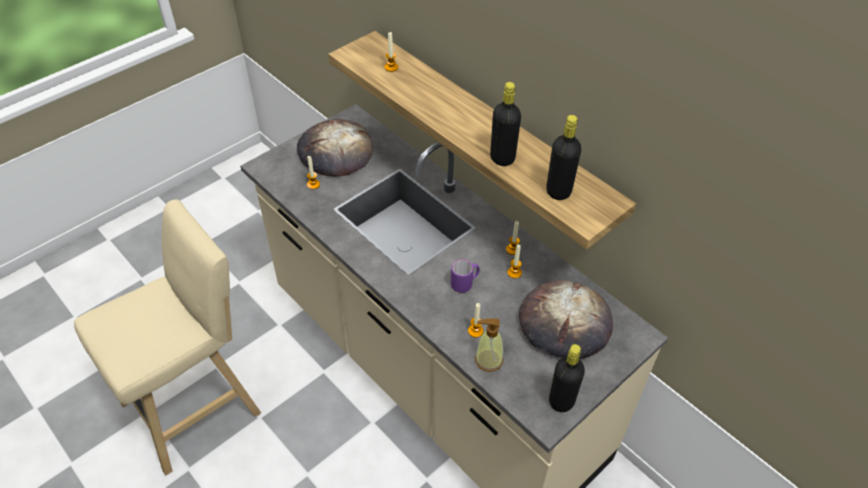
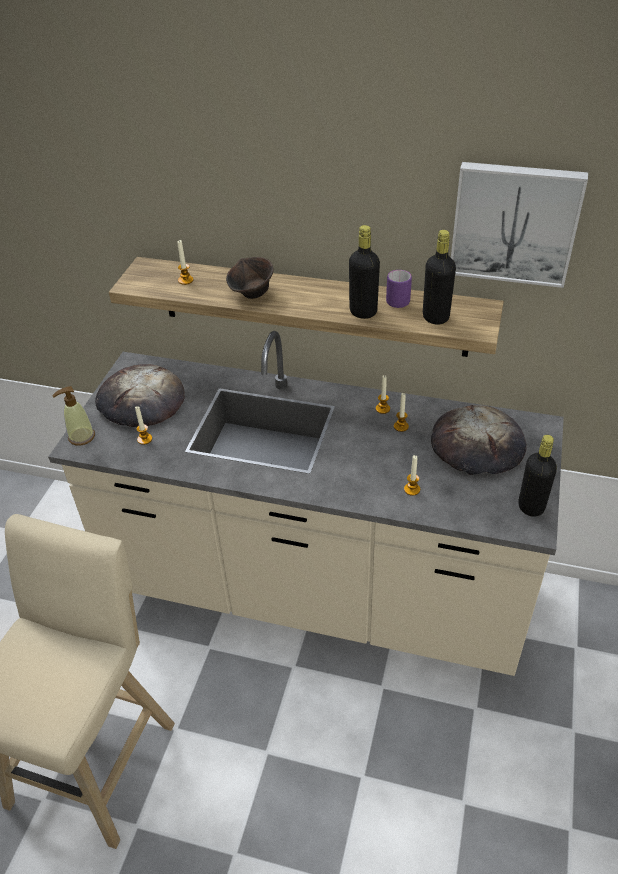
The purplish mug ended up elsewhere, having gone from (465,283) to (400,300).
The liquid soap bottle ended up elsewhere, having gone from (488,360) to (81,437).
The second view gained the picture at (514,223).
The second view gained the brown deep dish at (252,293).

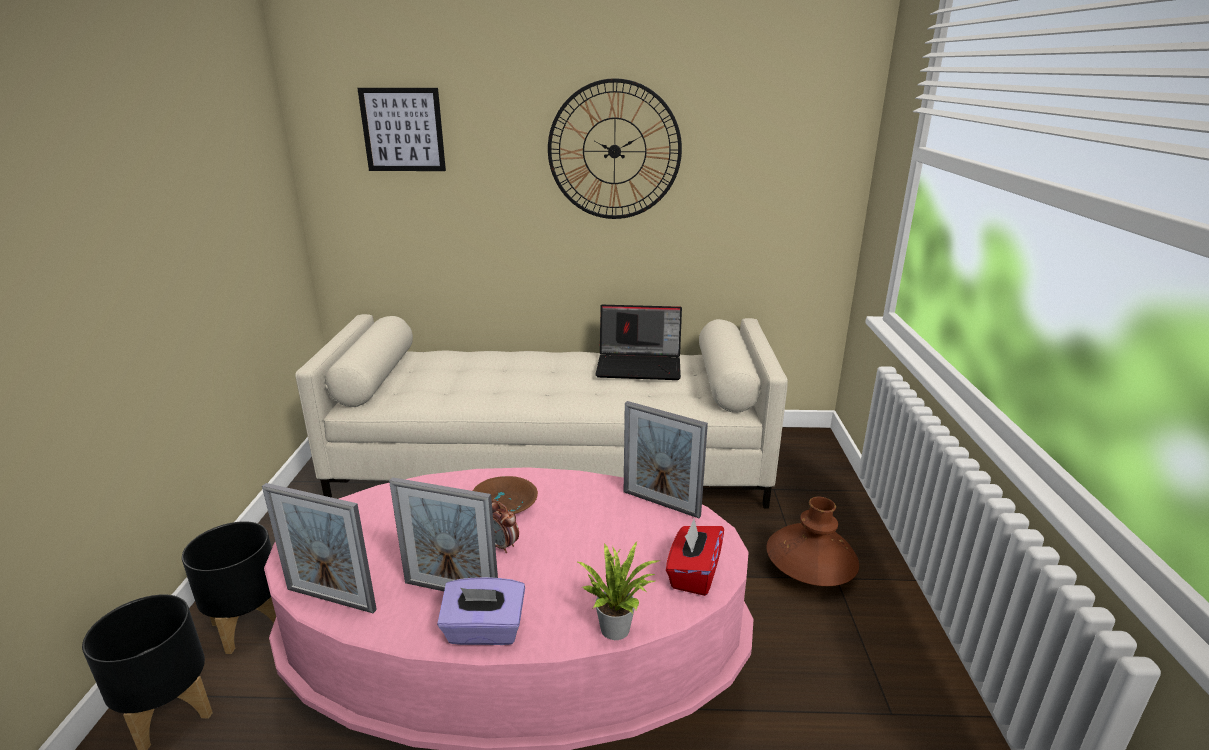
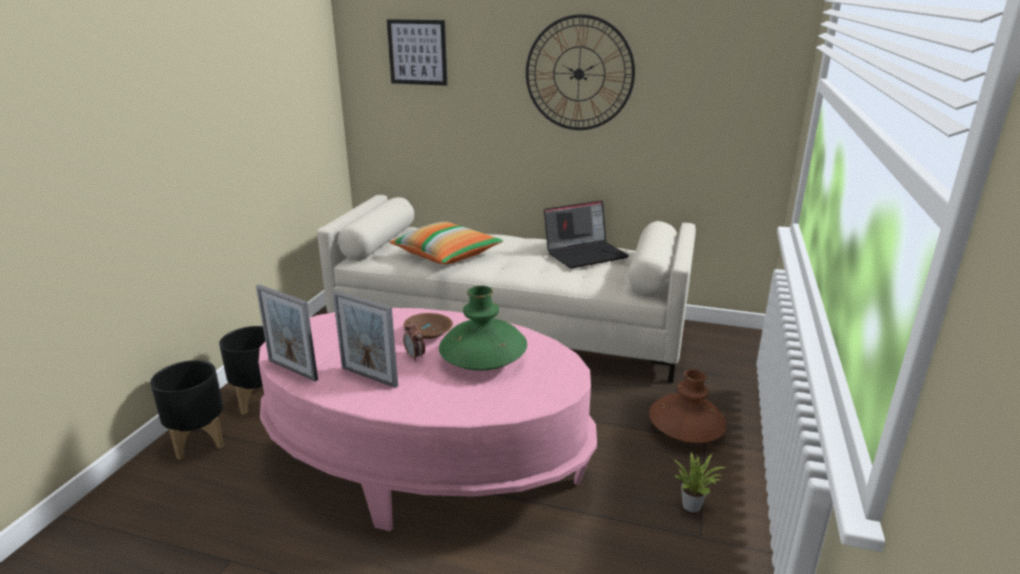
The portable computer at (640,365) ended up facing another way, 45 degrees counterclockwise from before.
The second view lost the standing frame at (661,503).
The second view lost the red-coloured box of tissues at (693,574).
The plant in a pot ended up elsewhere, having gone from (618,627) to (693,504).
The second view lost the purplish box of tissues at (484,631).
The second view gained the throw pillow at (447,255).
The second view gained the green decorative vase at (483,360).

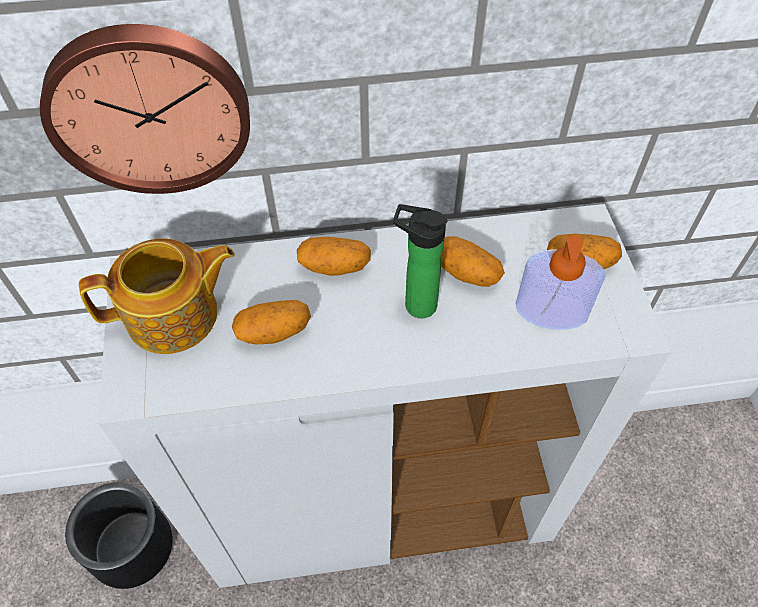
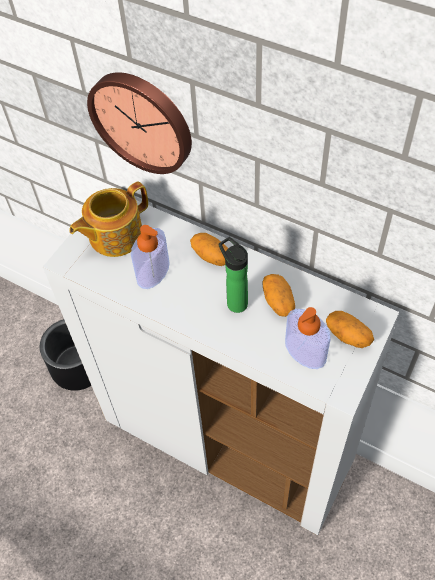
The tea pot at (175,315) ended up facing another way, 120 degrees clockwise from before.
Where the spud stood at (274,331), the liquid soap bottle came to stand at (153,272).

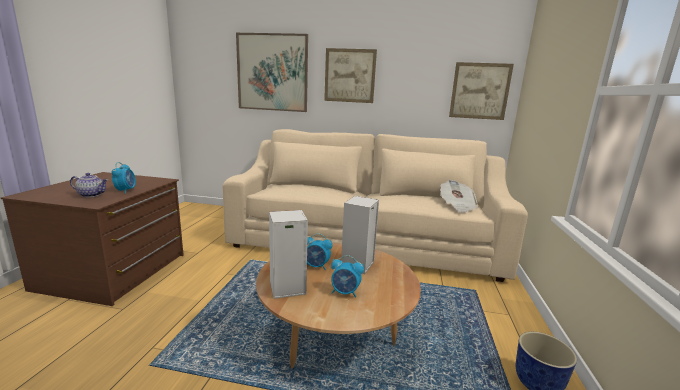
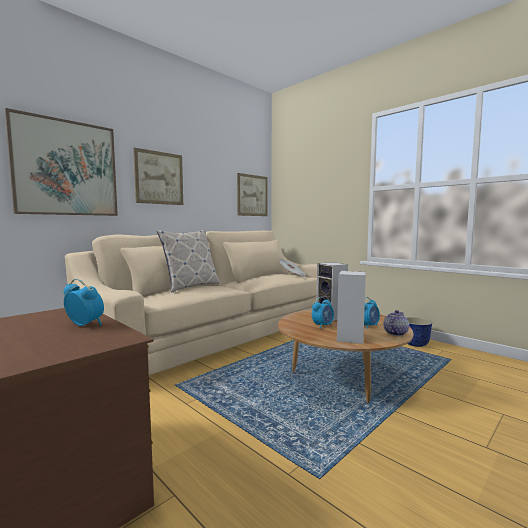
The tea pot ended up elsewhere, having gone from (92,195) to (395,333).
The second view gained the throw pillow at (190,286).

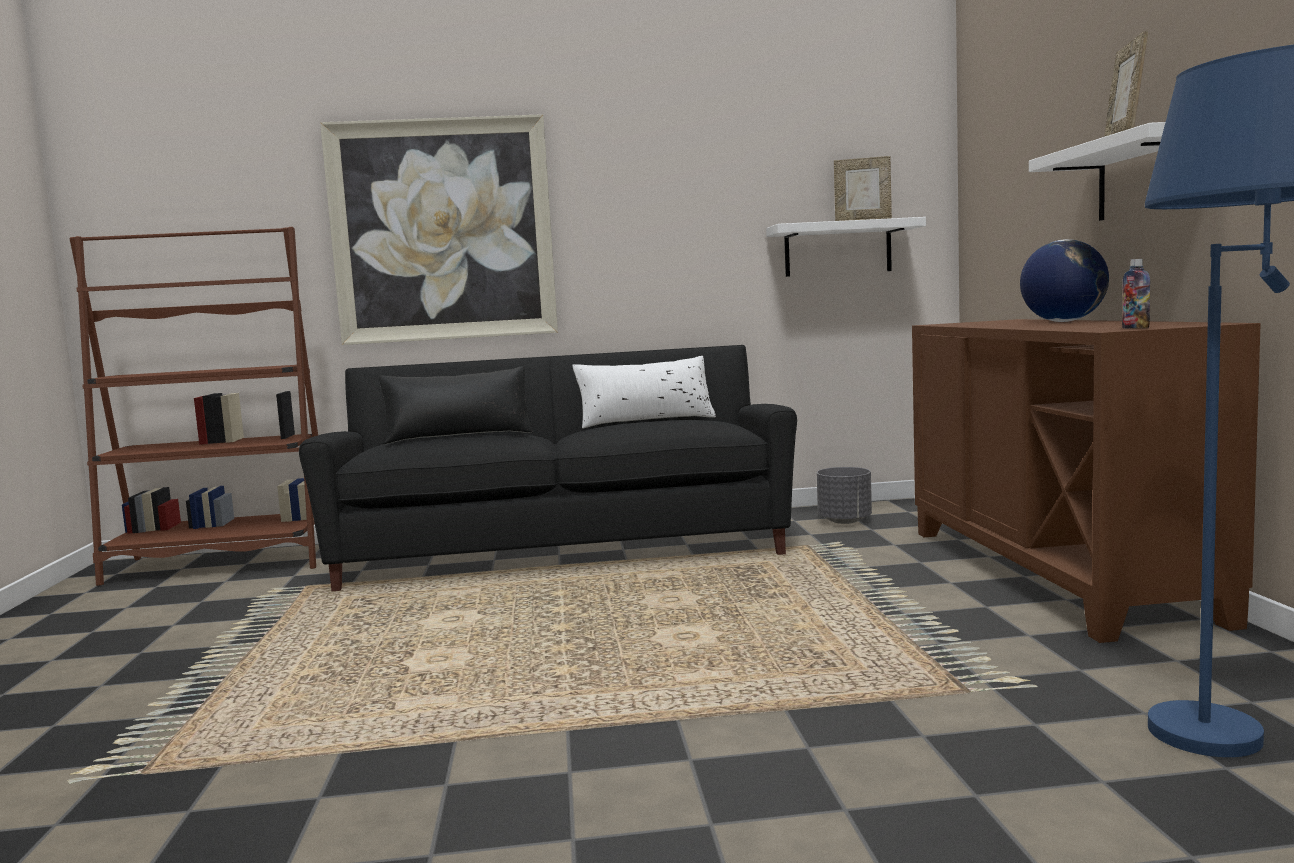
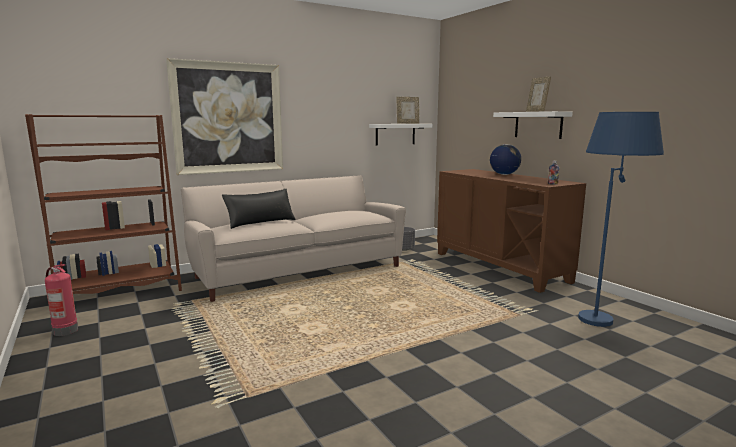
What was the black couch at (562,549) turned into the beige-coloured couch at (298,270).
The second view lost the white-coloured throw pillow at (646,421).
The second view gained the fire extinguisher at (64,331).

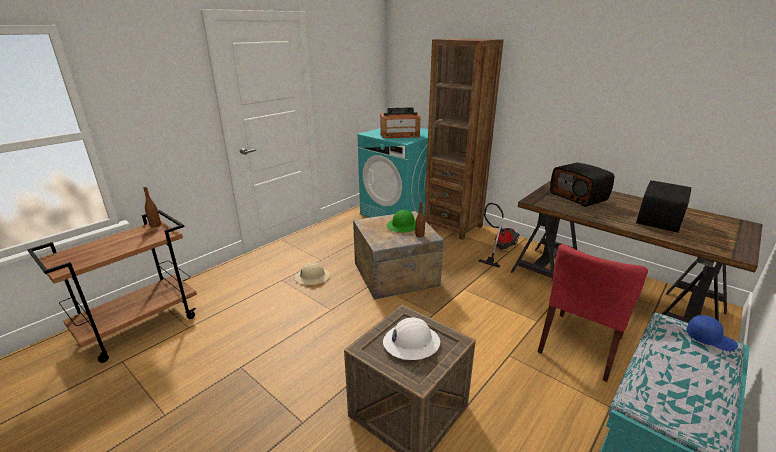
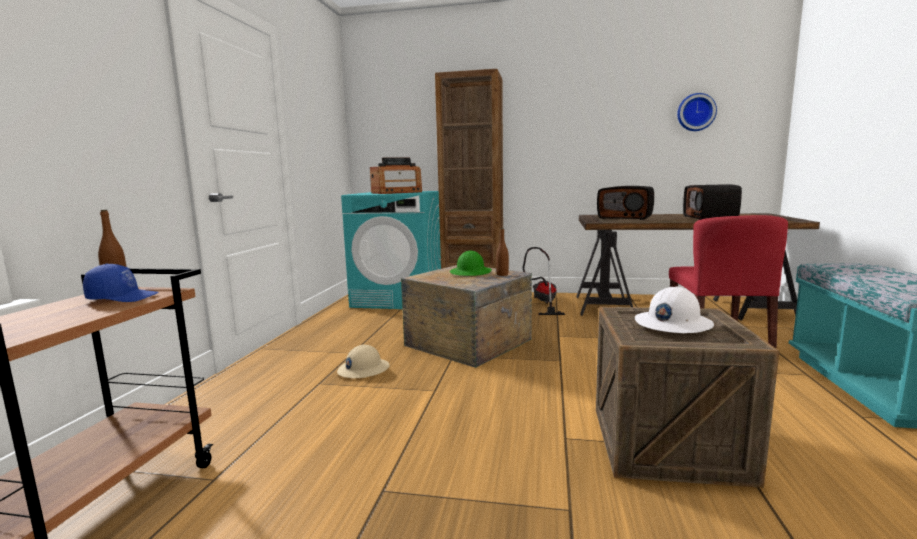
The blue-coloured baseball cap ended up elsewhere, having gone from (709,339) to (123,297).
The second view gained the clock on the wall at (695,112).

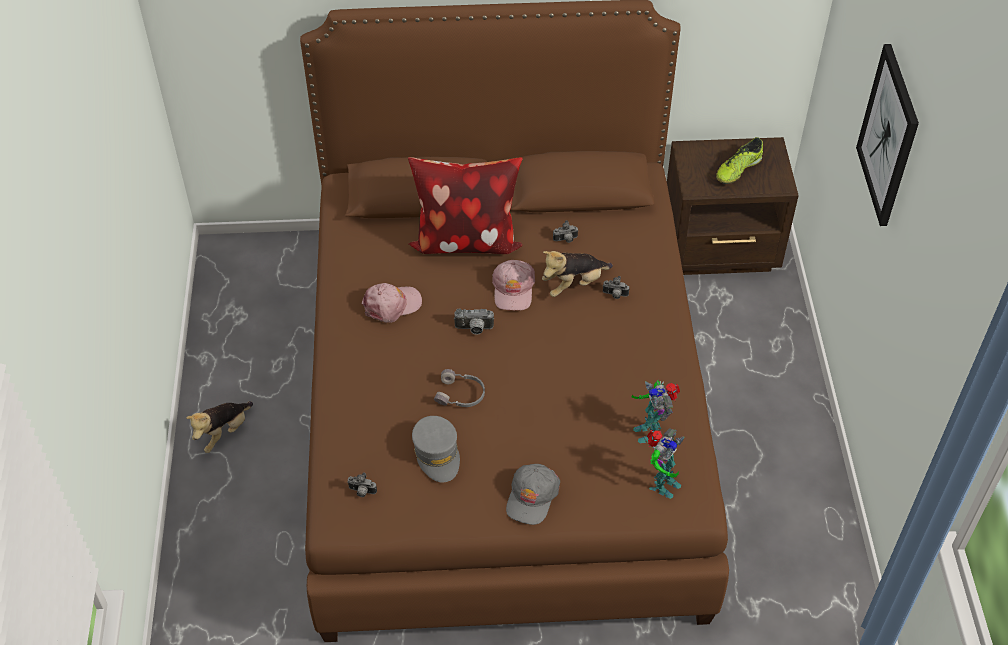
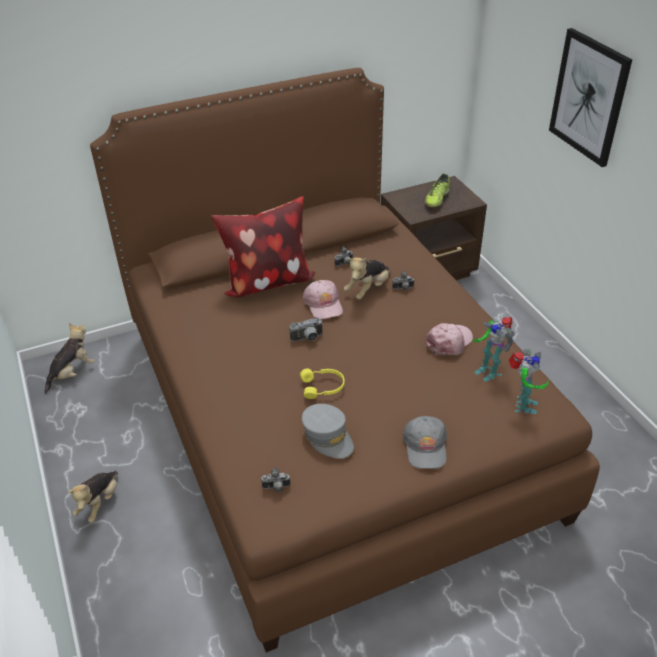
The pink-coloured baseball cap ended up elsewhere, having gone from (392,305) to (449,342).
What was the gray pair of headphones at (460,395) turned into the yellowish pair of headphones at (323,387).
The second view gained the cuddly toy at (72,373).

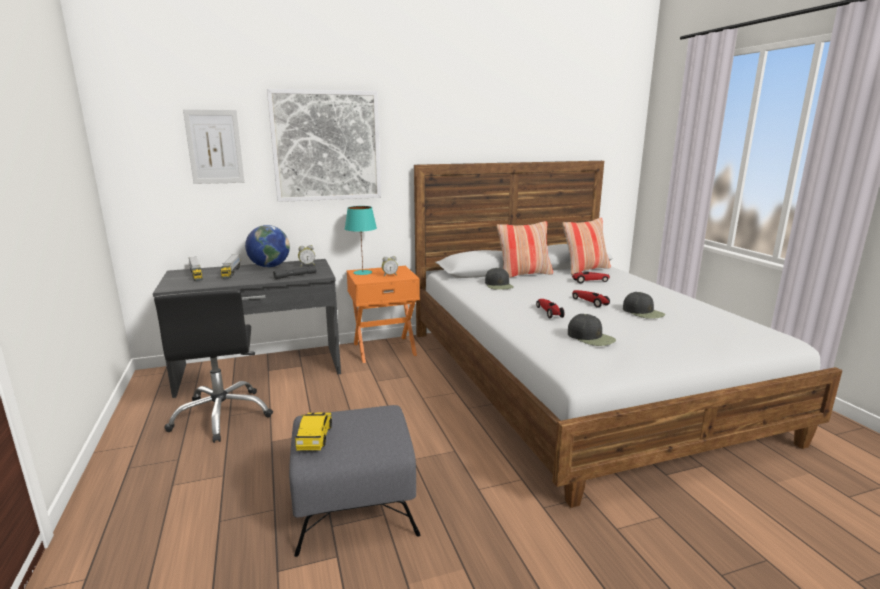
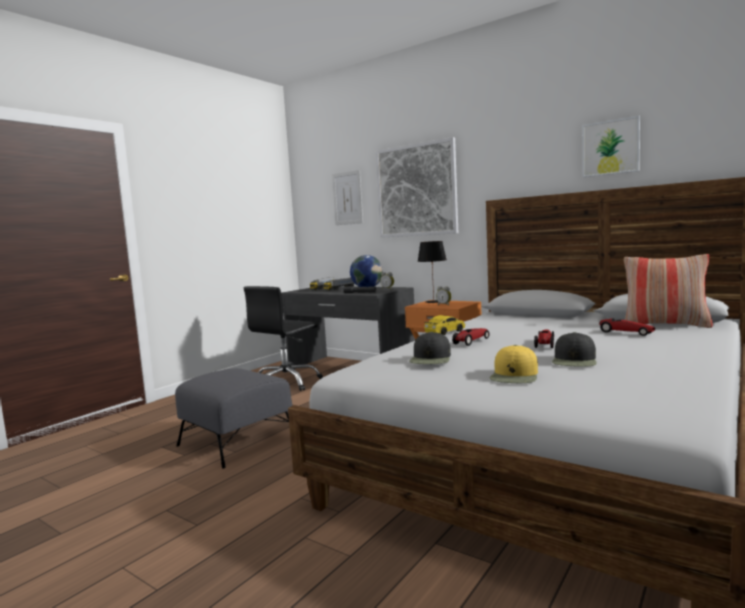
What was the turquoise-coloured table lamp at (363,272) turned into the black table lamp at (433,302).
The second view lost the throw pillow at (524,274).
The second view lost the black baseball cap at (499,285).
The model car ended up elsewhere, having gone from (315,437) to (445,332).
The second view gained the picture at (610,147).
The second view gained the yellowish baseball cap at (514,376).

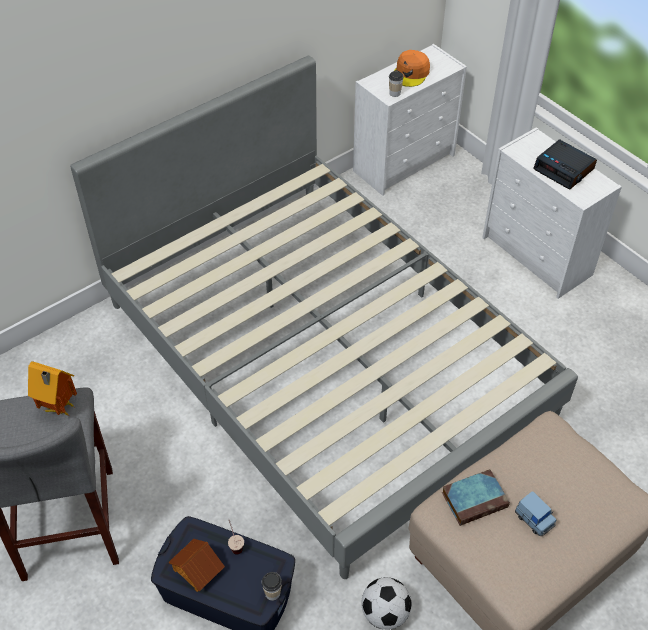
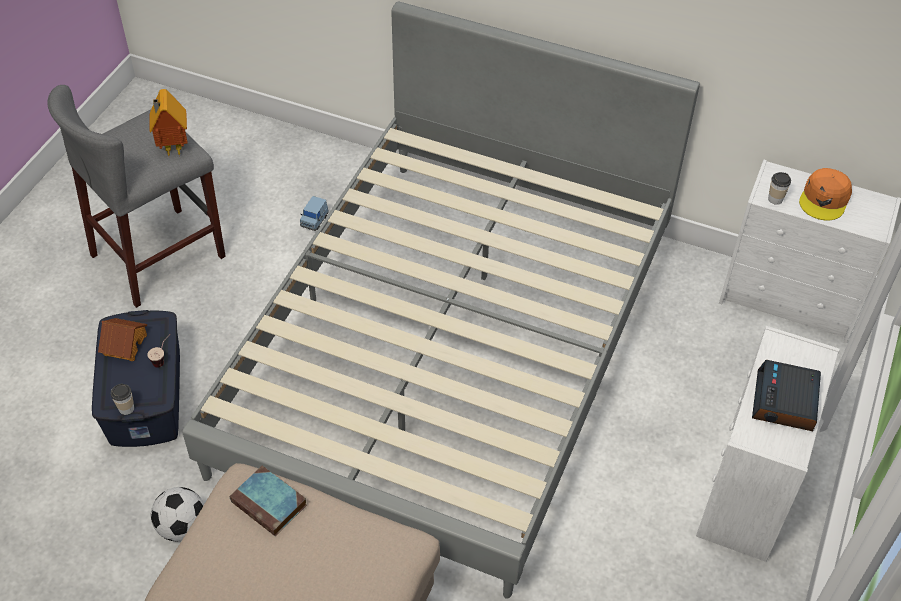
The orange-coloured baseball cap at (411,73) ended up facing another way, 60 degrees counterclockwise from before.
The blue-coloured model car ended up elsewhere, having gone from (534,519) to (314,220).

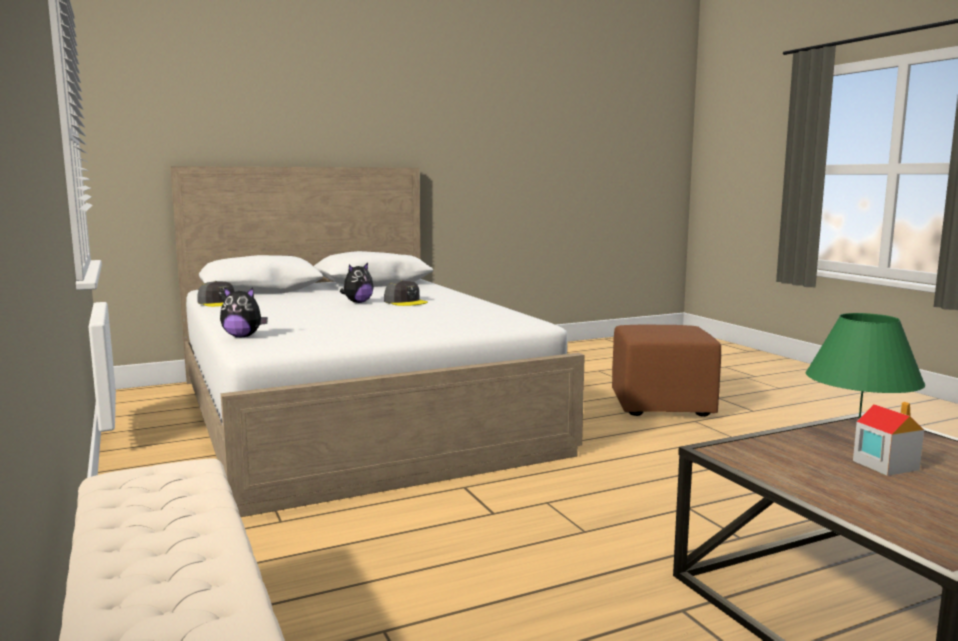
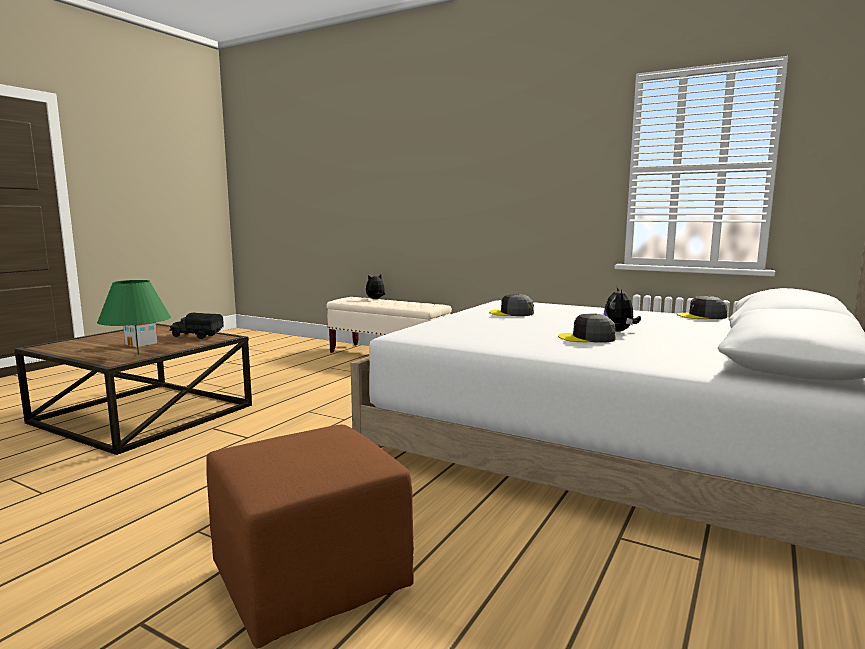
The cuddly toy ended up elsewhere, having gone from (243,336) to (375,299).
The second view gained the gray baseball cap at (512,313).
The second view gained the toy lorry at (196,336).

